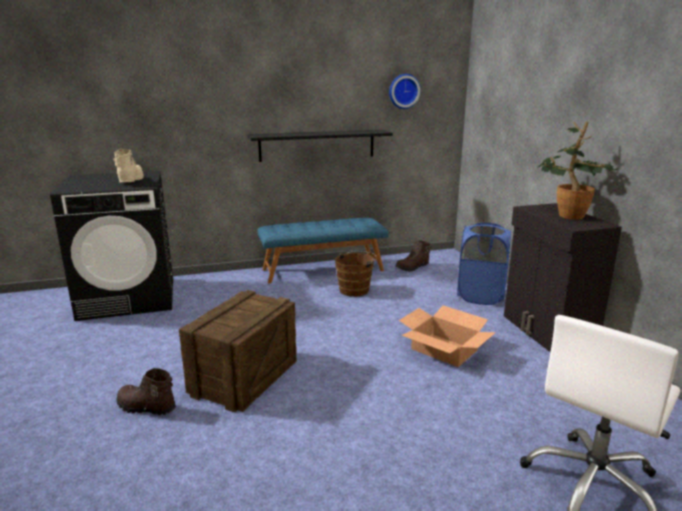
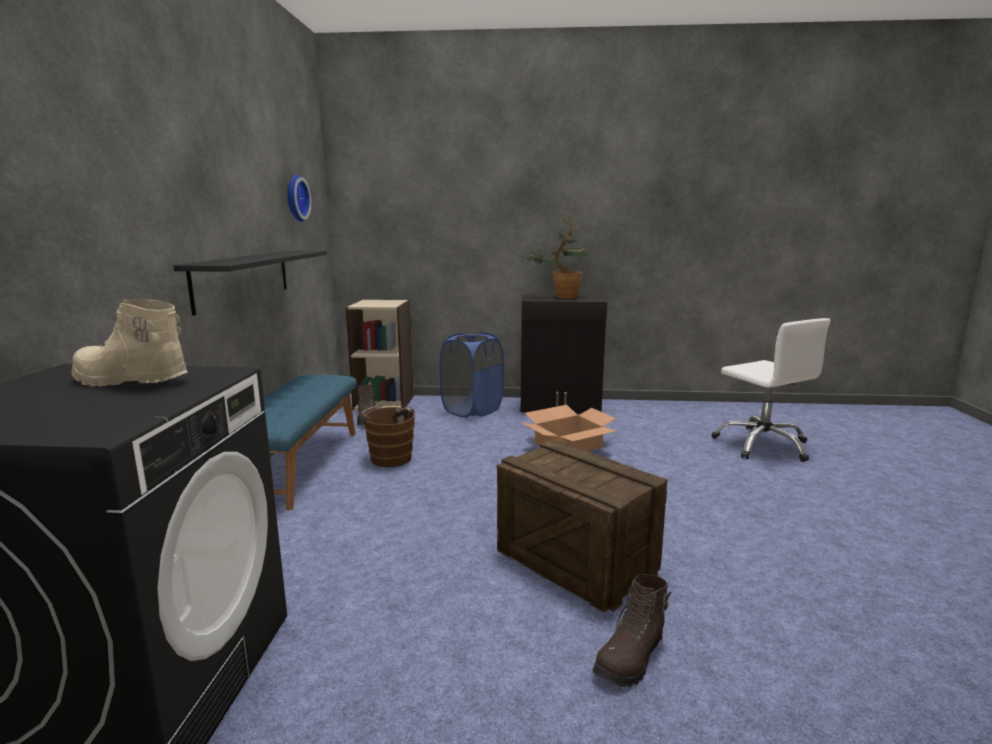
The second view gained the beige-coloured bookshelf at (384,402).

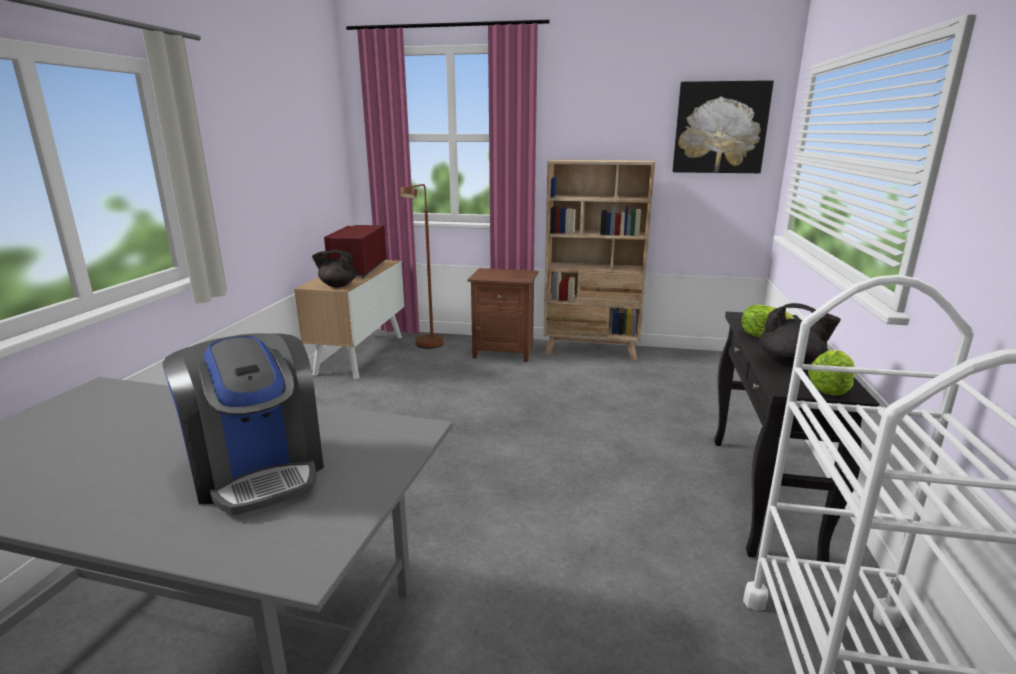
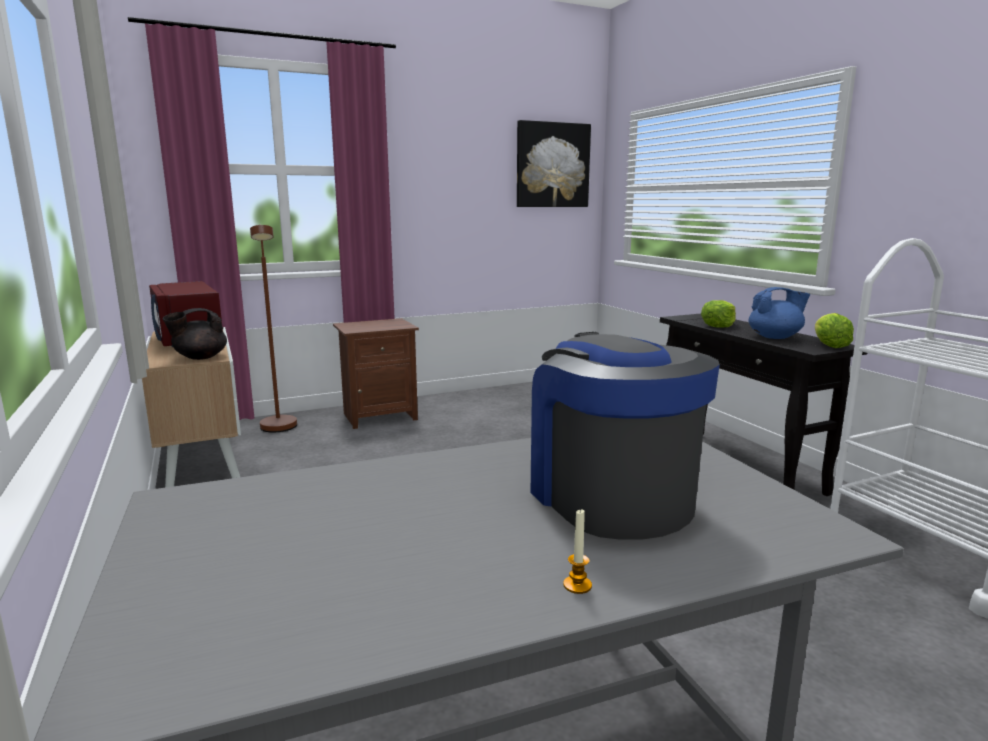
The second view lost the beige-coloured bookshelf at (591,350).
What was the black tea pot at (790,363) turned into the blue-coloured tea pot at (775,337).
The coffee brewer at (258,470) ended up facing another way, 135 degrees counterclockwise from before.
The second view gained the wax light at (577,585).

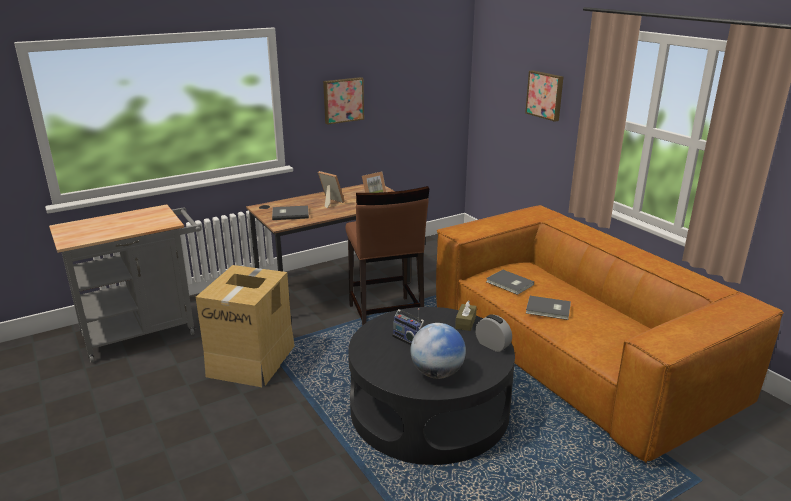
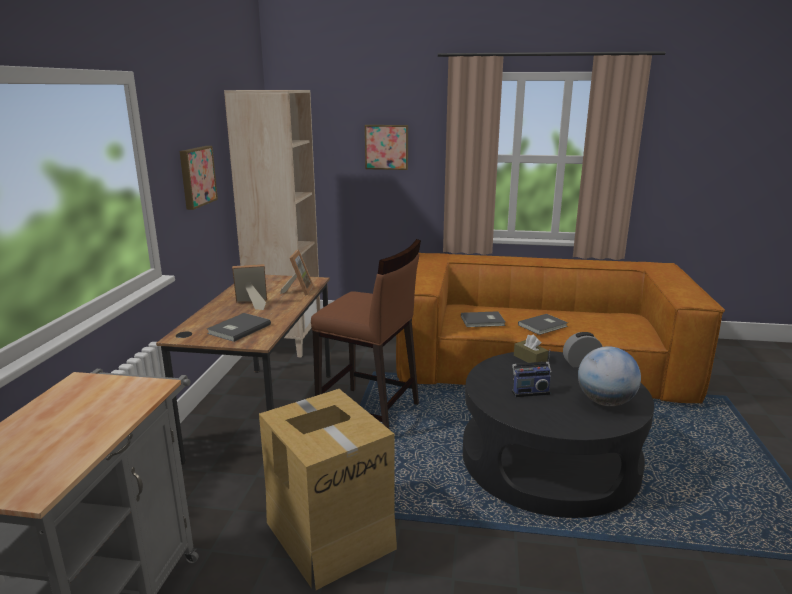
The second view gained the beige-coloured bookshelf at (286,343).

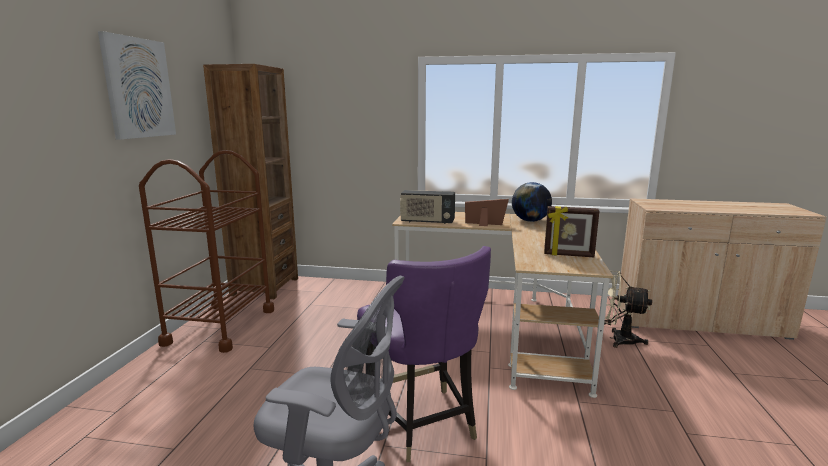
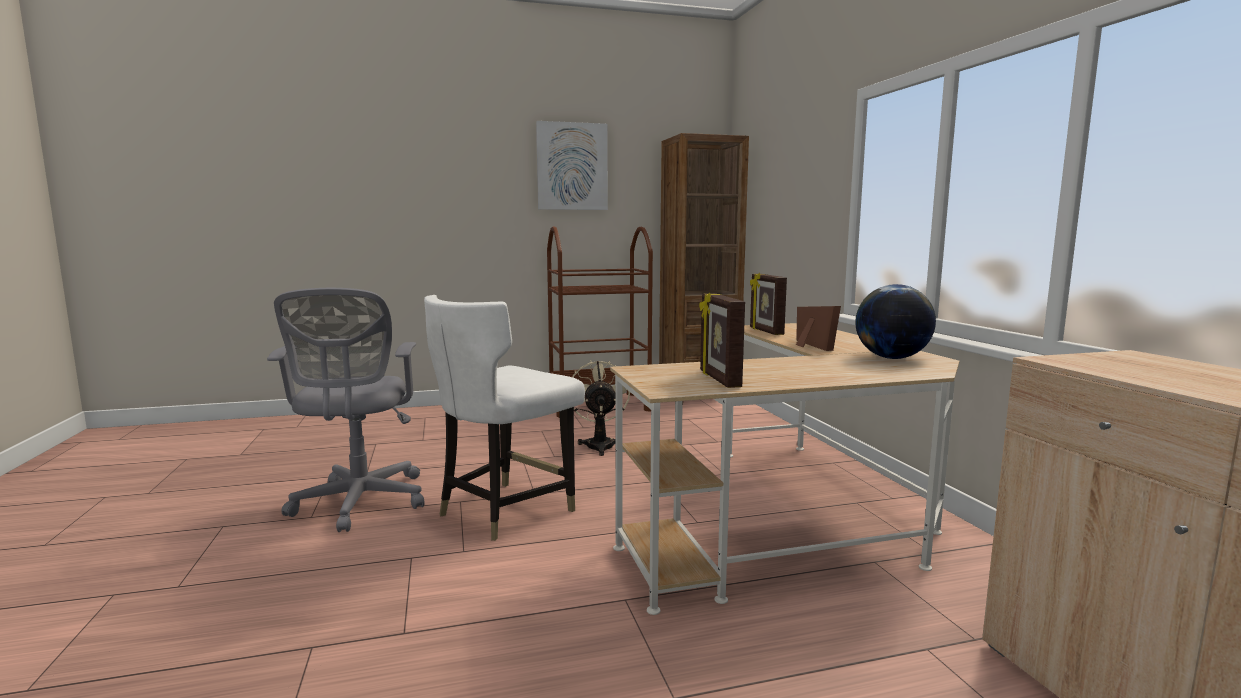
Where the radio stood at (427,222), the standing frame came to stand at (765,331).
What was the purplish upright chair at (422,423) turned into the white-coloured upright chair at (504,511).
The beige-coloured fan ended up elsewhere, having gone from (617,339) to (599,444).

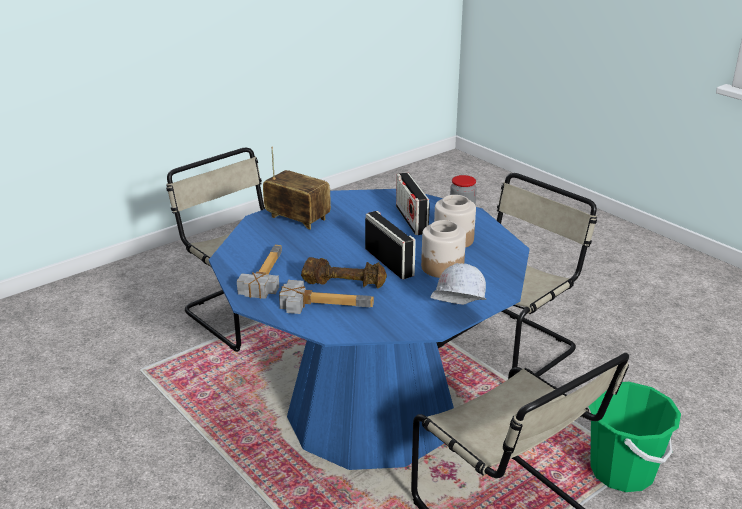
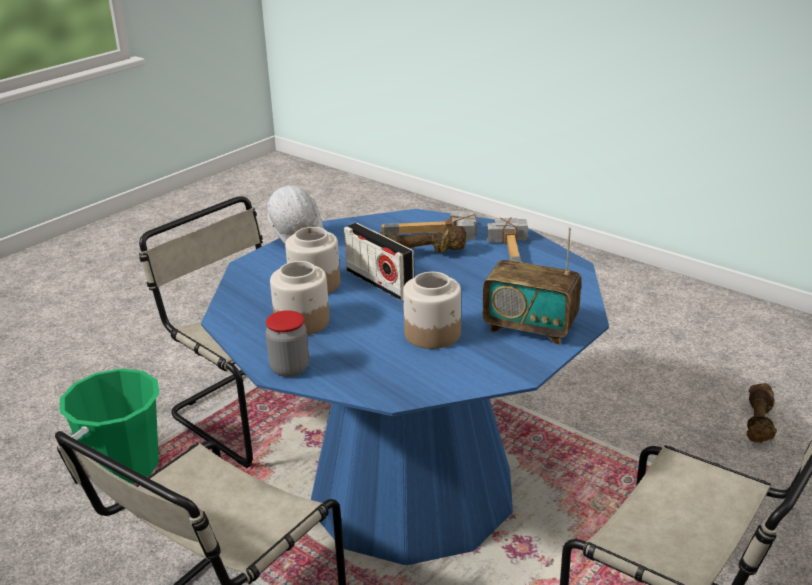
The second view lost the radio at (411,220).
The second view gained the storage jar at (433,334).
The second view gained the brown dumbbell at (759,423).

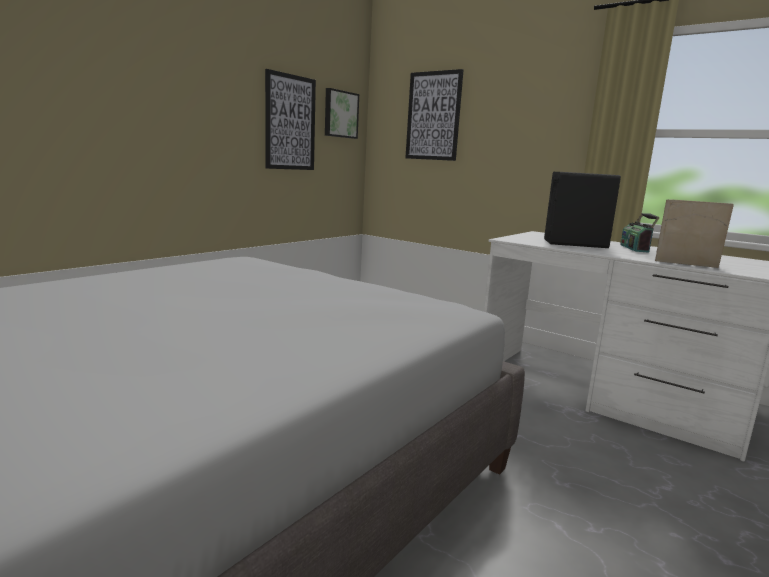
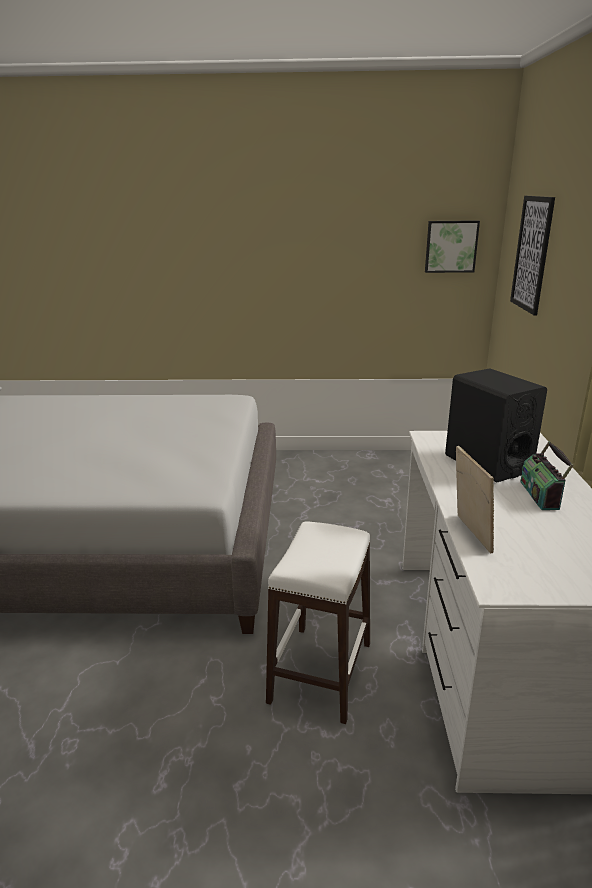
The second view lost the picture at (290,123).
The radio at (635,248) ended up facing another way, 60 degrees counterclockwise from before.
The second view gained the white-coloured stool seat at (320,672).

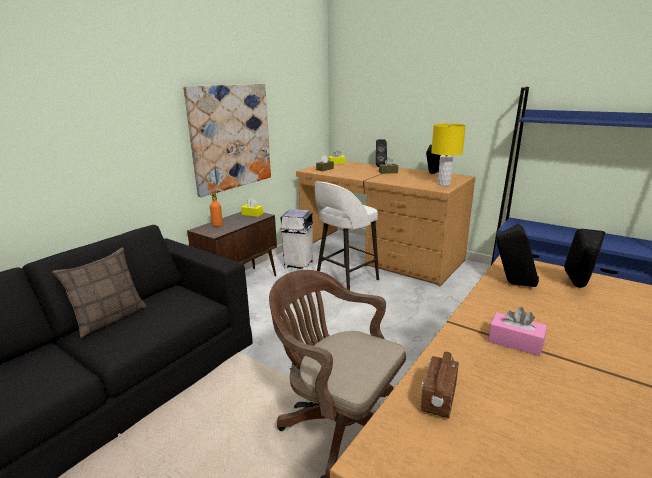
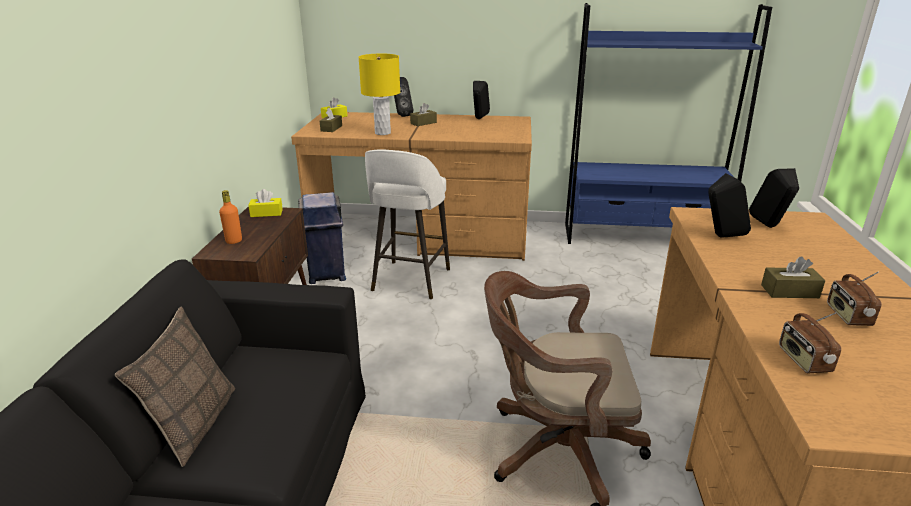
The second view lost the picture at (231,137).
The yellowish table lamp ended up elsewhere, having gone from (443,184) to (382,133).
What was the white-coloured waste bin at (298,265) turned into the blue-coloured waste bin at (326,274).
What was the pink-coloured box of tissues at (515,342) turned into the brown box of tissues at (789,291).
The second view gained the radio at (847,316).

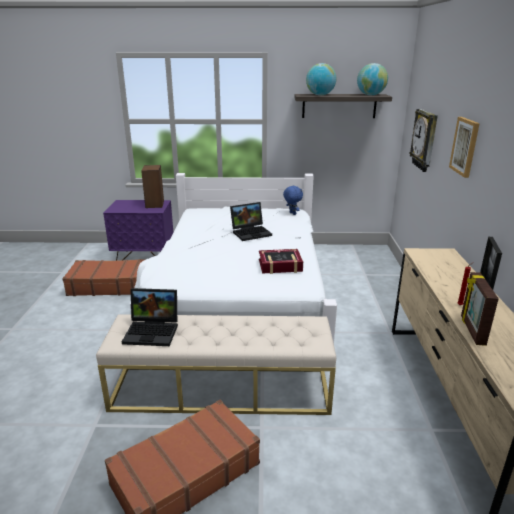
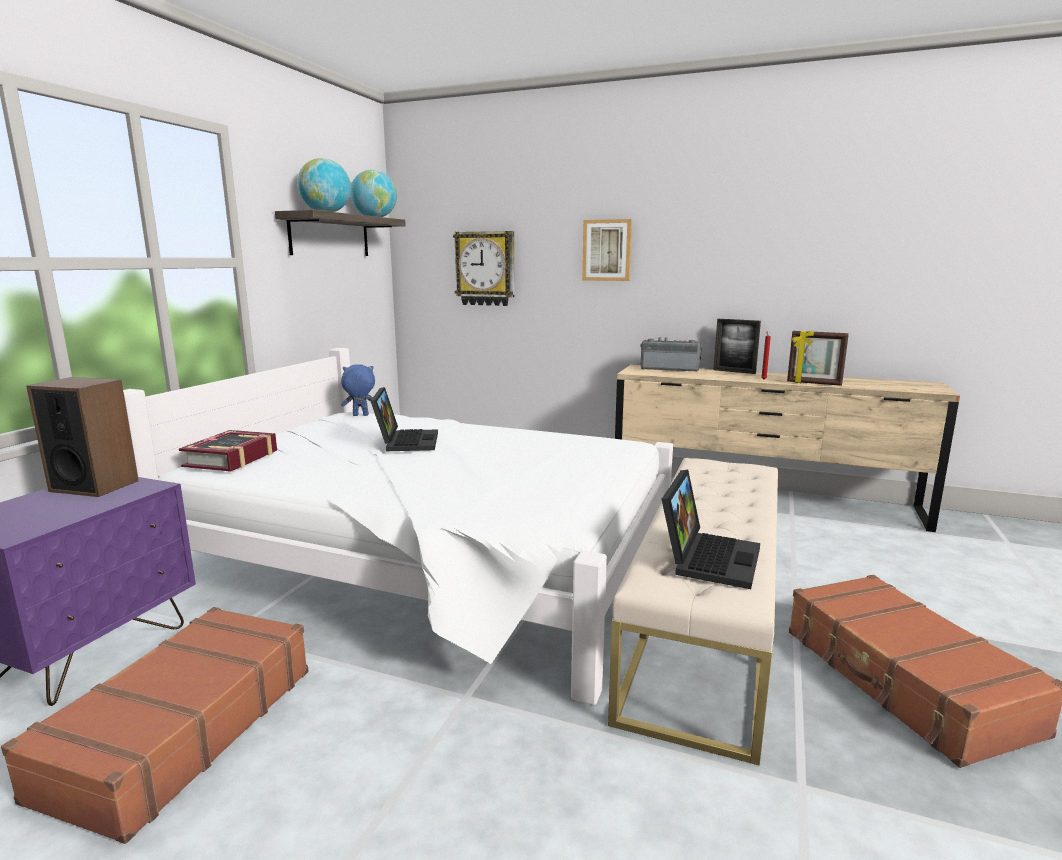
The bound book ended up elsewhere, having gone from (280,266) to (232,459).
The second view gained the radio at (670,369).

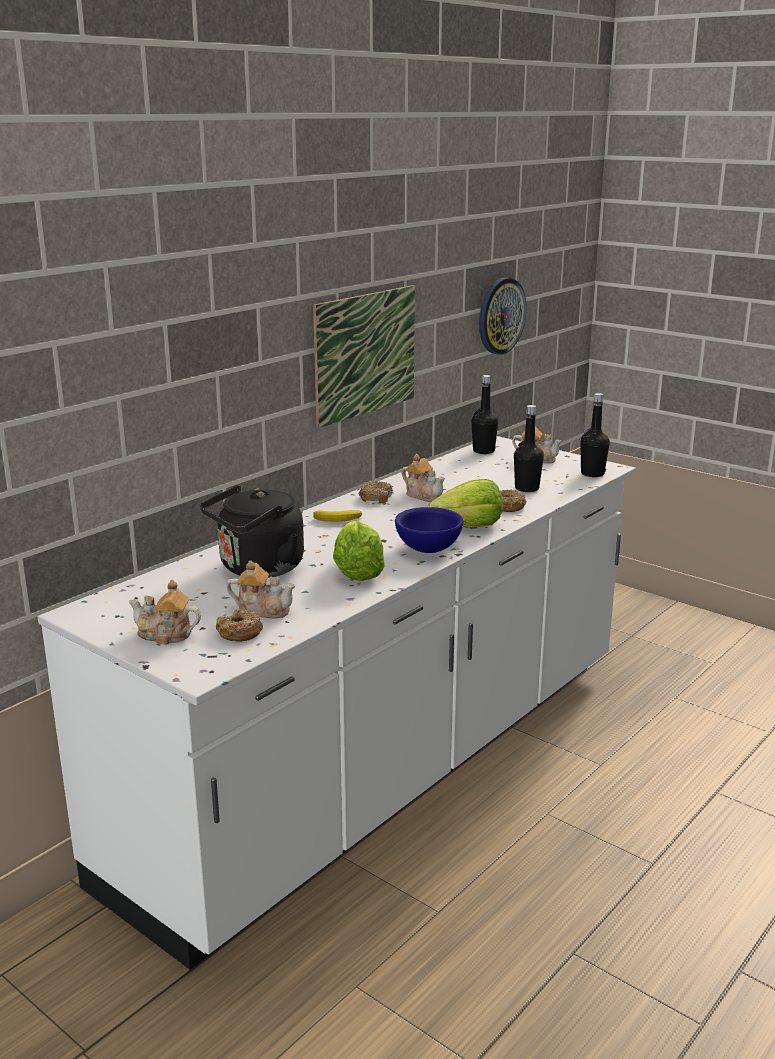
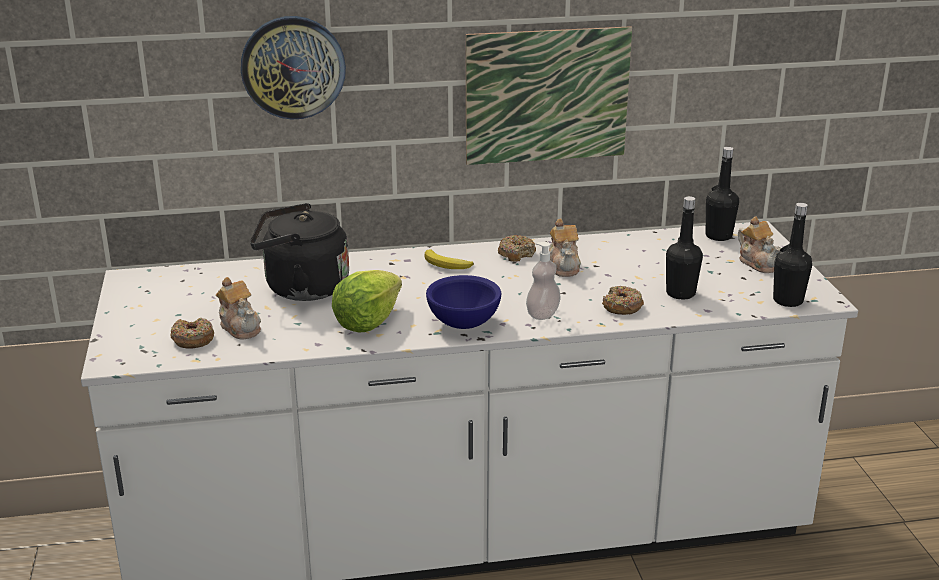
The clock on the wall ended up elsewhere, having gone from (500,316) to (293,67).
Where the lettuce head stood at (468,527), the liquid soap bottle came to stand at (542,314).
The second view lost the tea pot at (165,635).

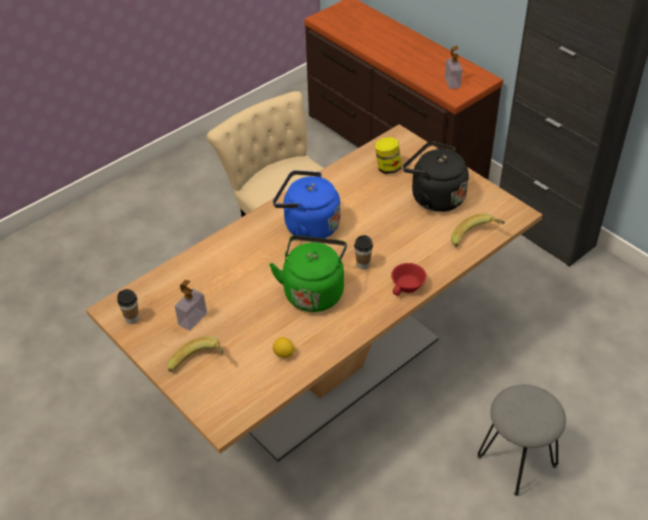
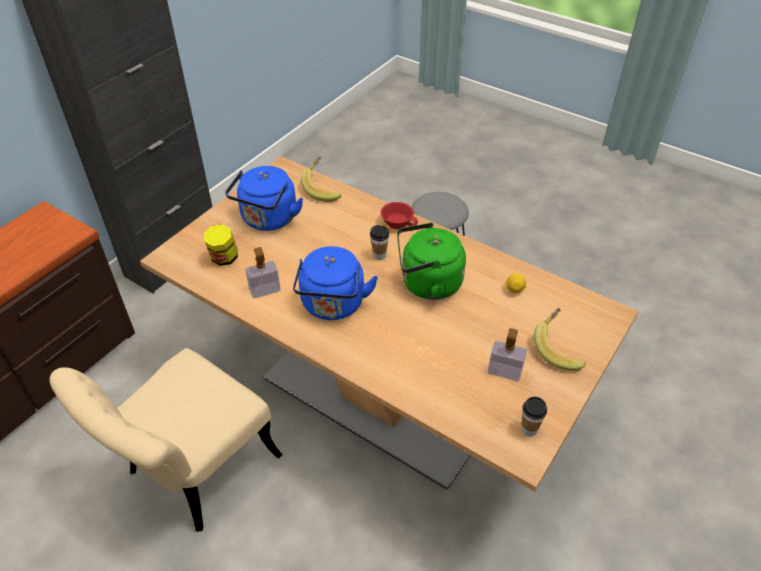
The liquid soap bottle ended up elsewhere, having gone from (452,82) to (265,290).
What was the black water kettle at (434,197) turned into the blue-coloured water kettle at (268,220).

